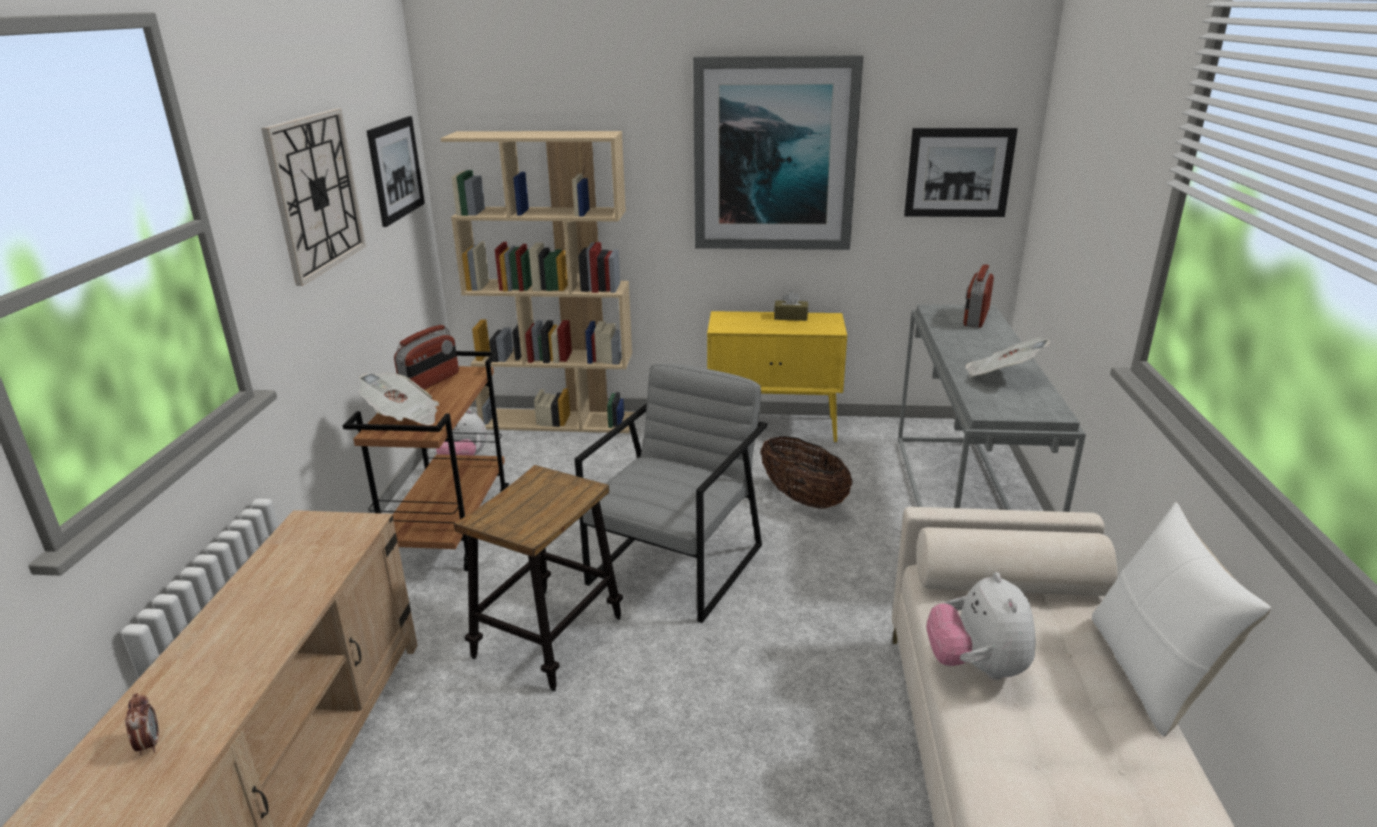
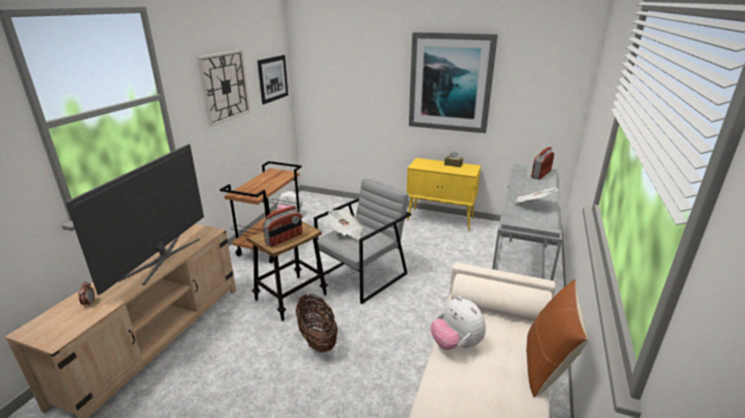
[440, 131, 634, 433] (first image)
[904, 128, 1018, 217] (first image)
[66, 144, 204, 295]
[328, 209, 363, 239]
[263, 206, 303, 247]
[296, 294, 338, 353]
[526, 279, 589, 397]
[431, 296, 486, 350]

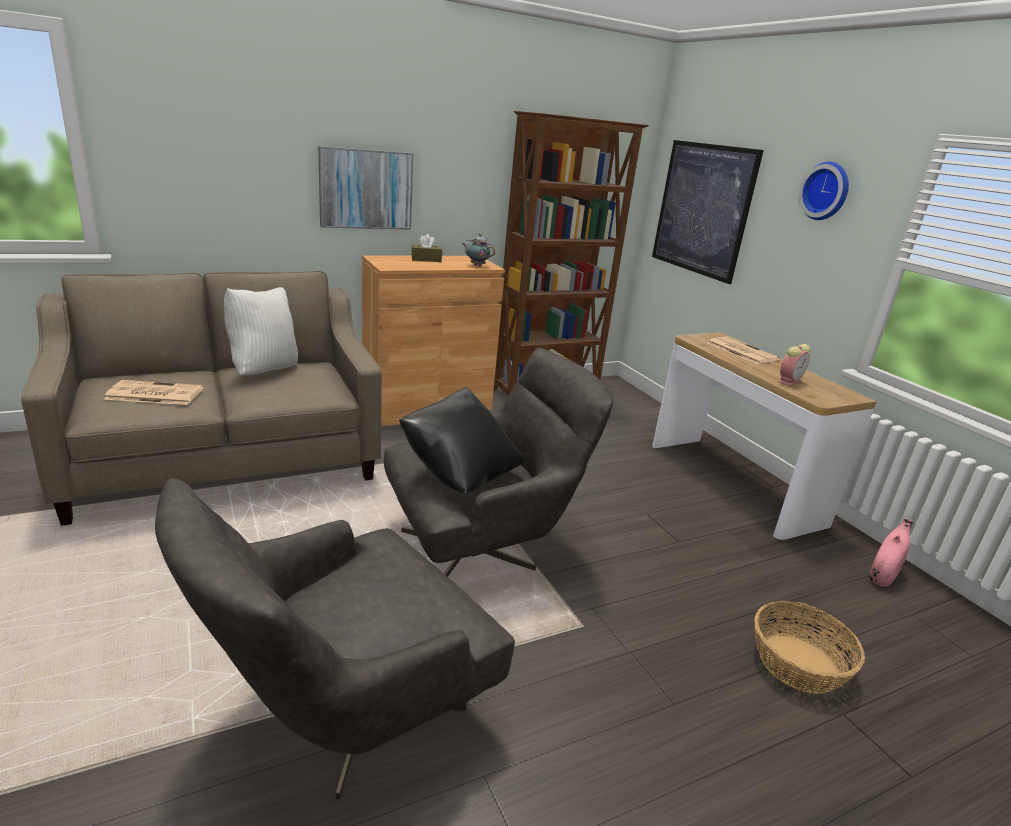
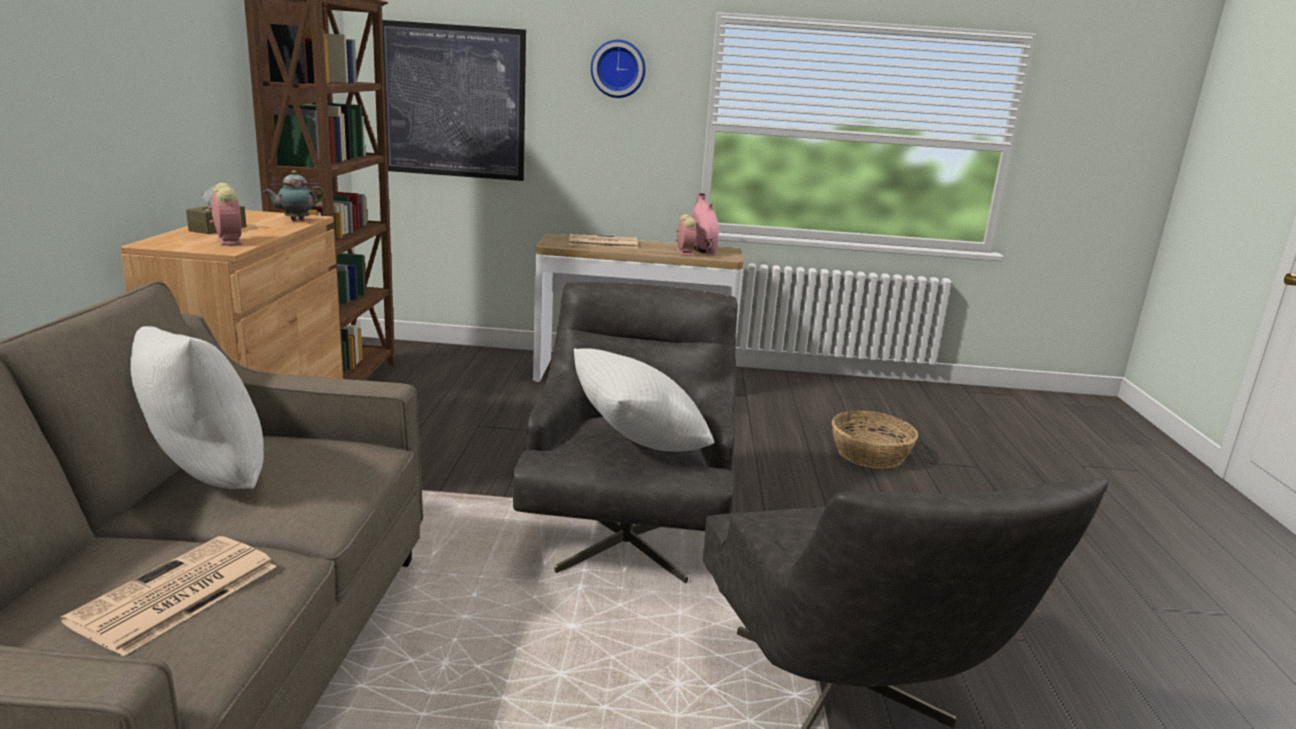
[318, 146, 414, 230] (first image)
[208, 183, 242, 246]
[691, 193, 719, 254]
[574, 348, 714, 452]

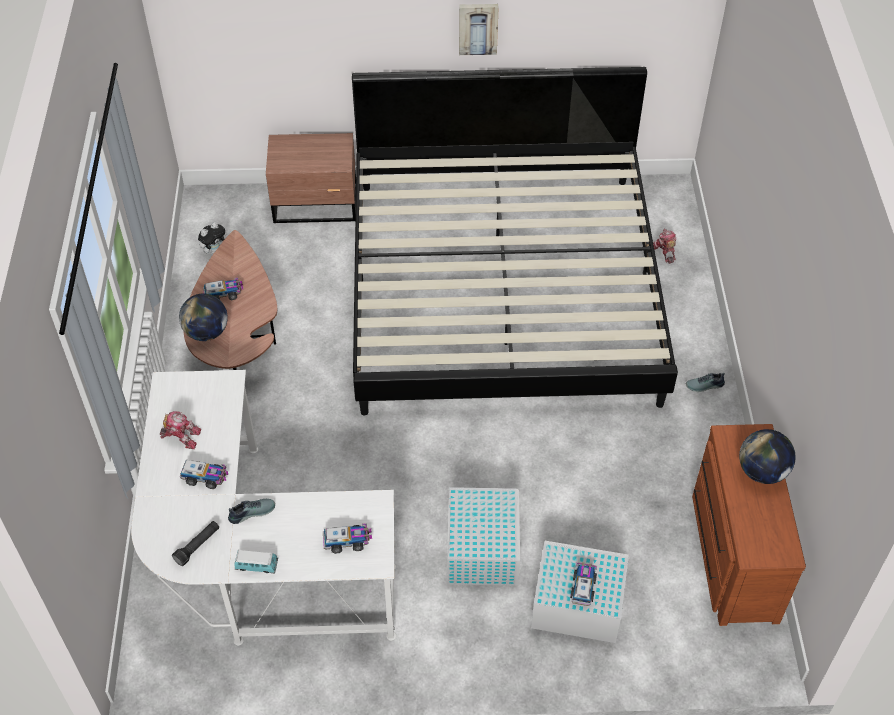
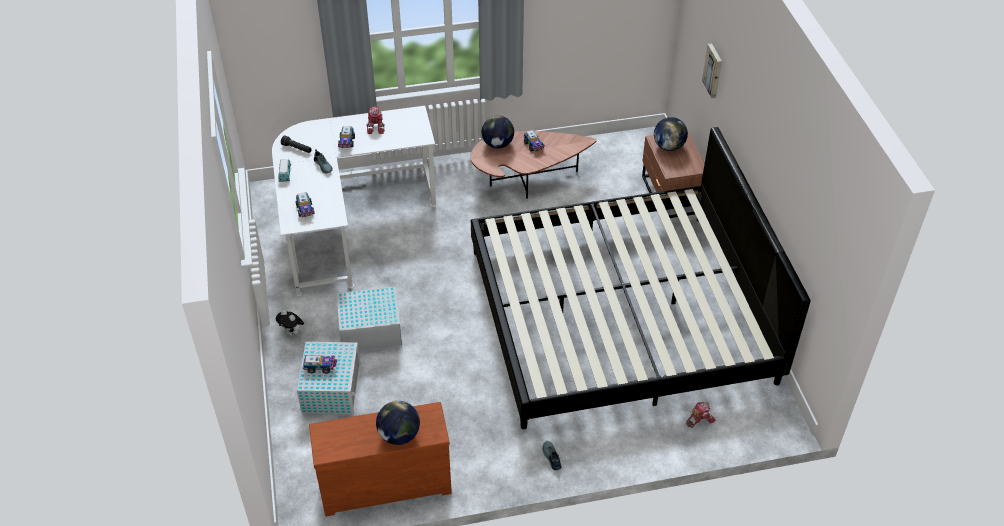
[654, 117, 688, 151]
[276, 310, 304, 336]
[702, 44, 722, 98]

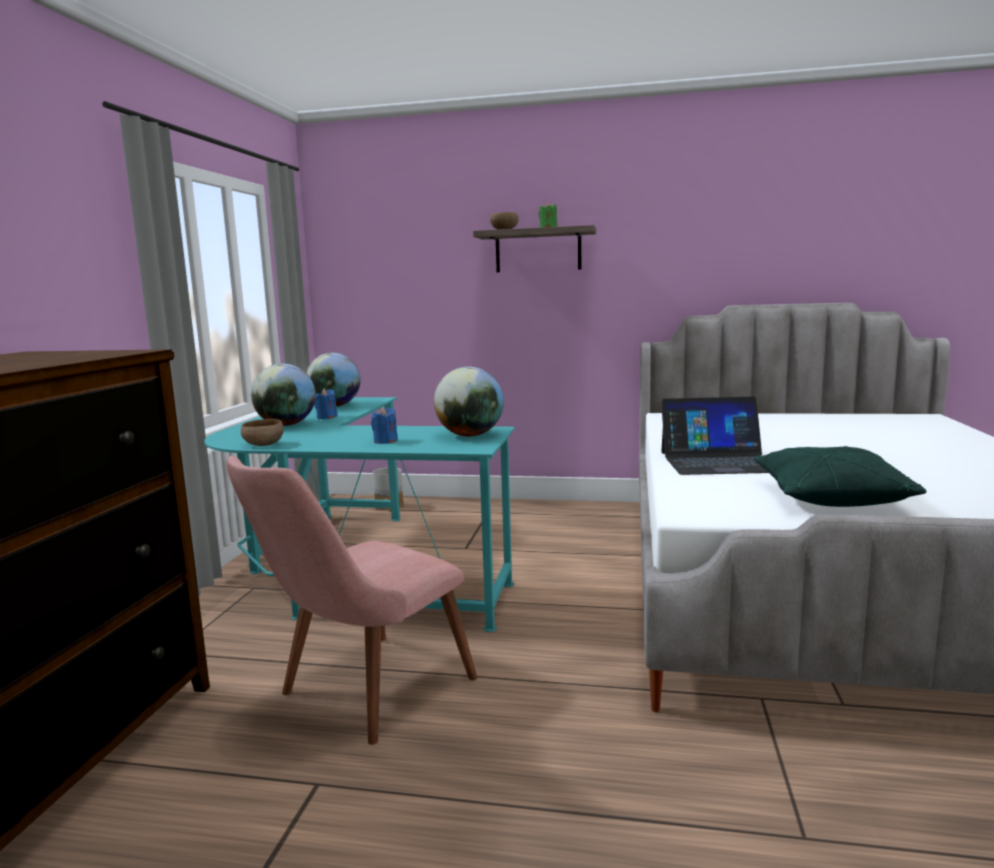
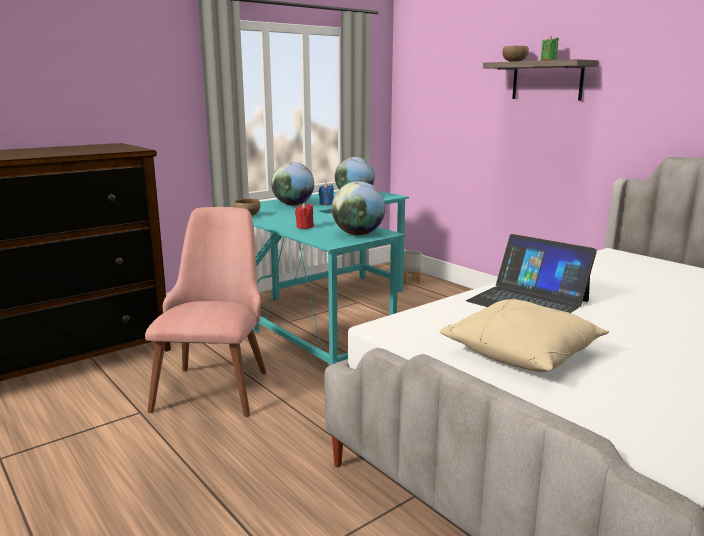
[295, 202, 314, 229]
[440, 299, 609, 372]
[145, 207, 267, 417]

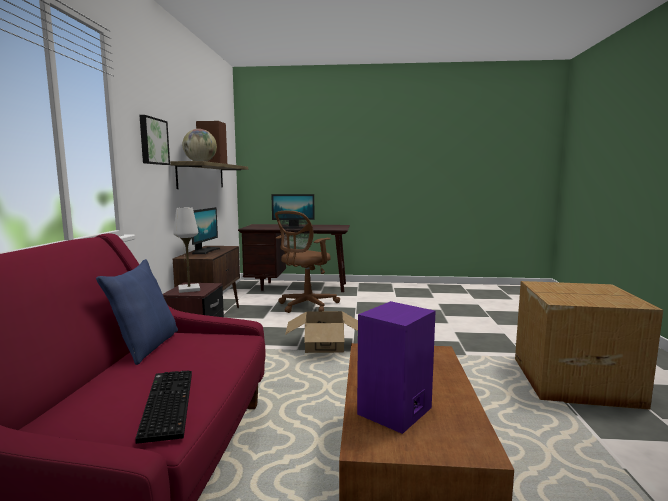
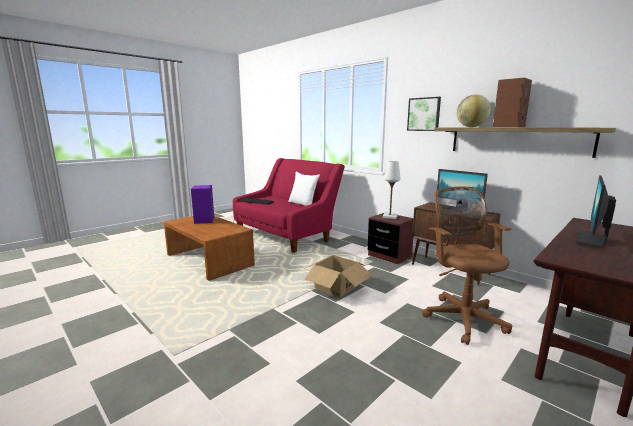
[515, 281, 663, 410] (first image)
[288, 172, 320, 206]

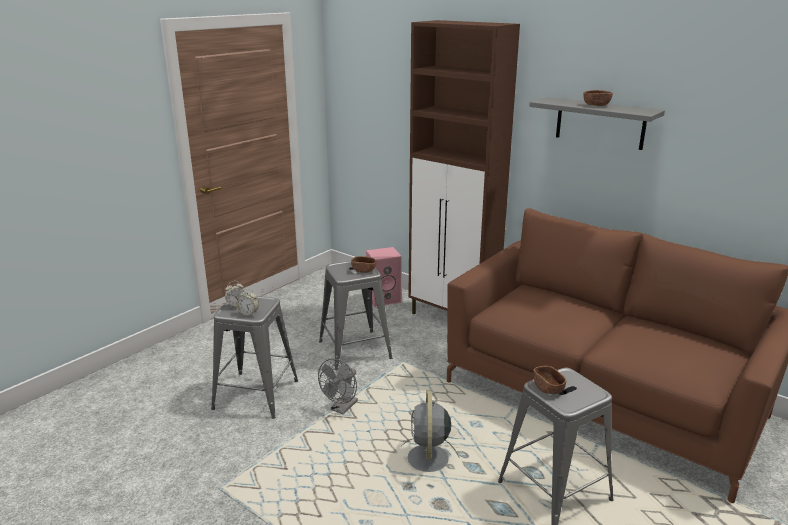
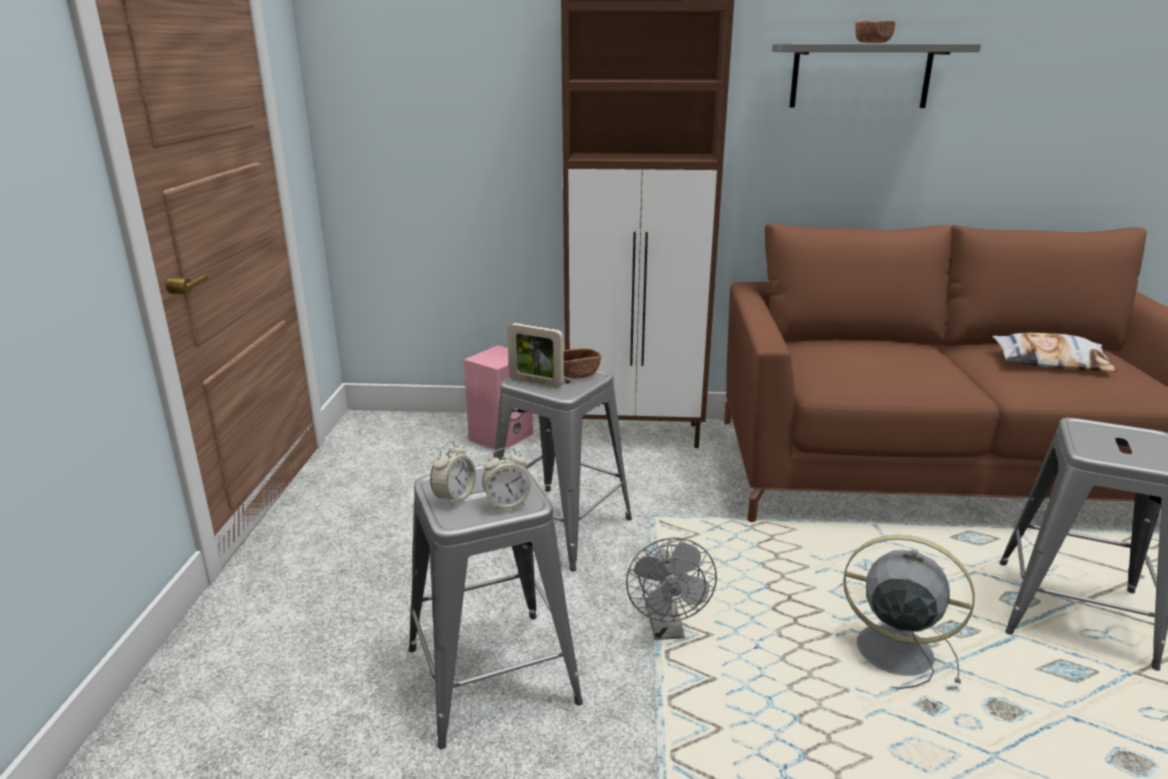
[534, 366, 566, 394] (first image)
[507, 323, 564, 388]
[992, 333, 1118, 372]
[843, 535, 974, 689]

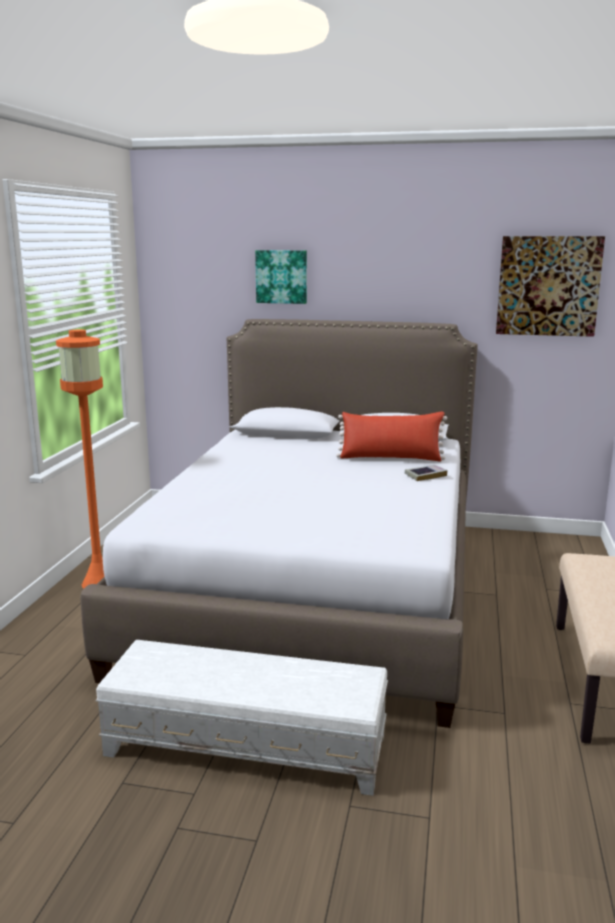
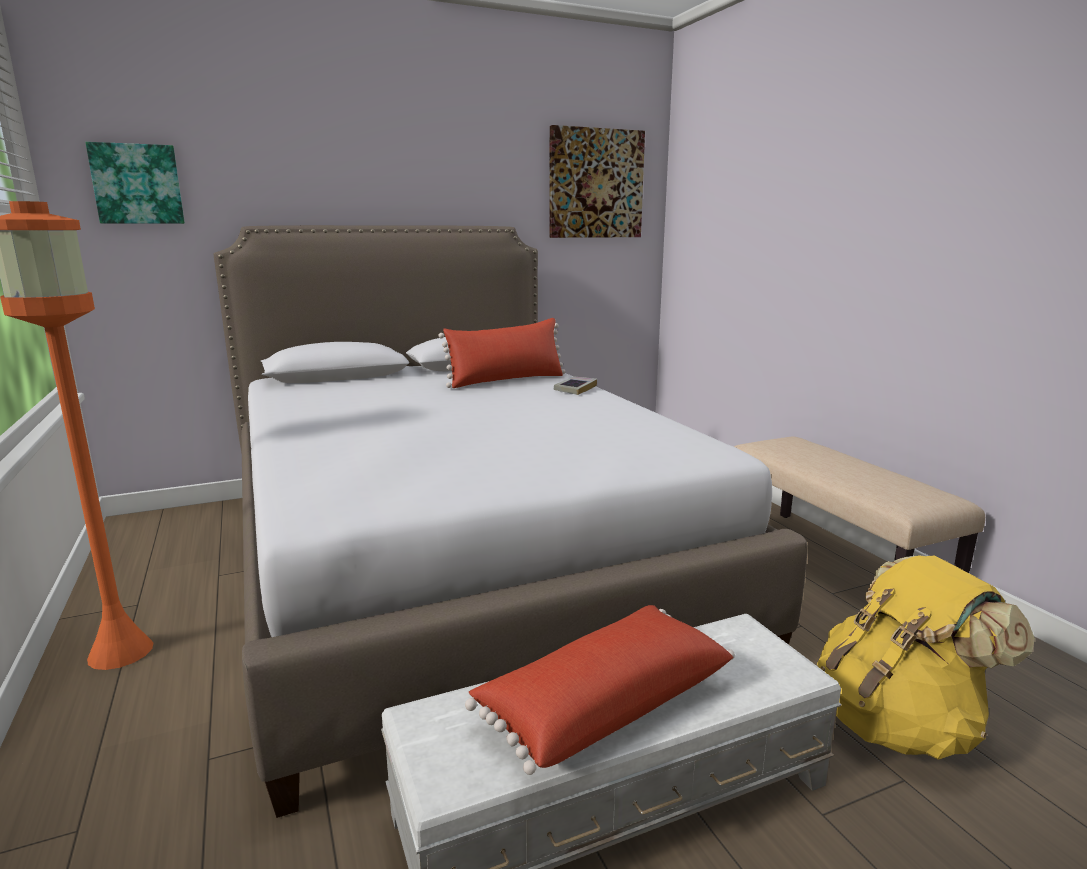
[465, 605, 735, 775]
[817, 555, 1035, 760]
[86, 142, 185, 224]

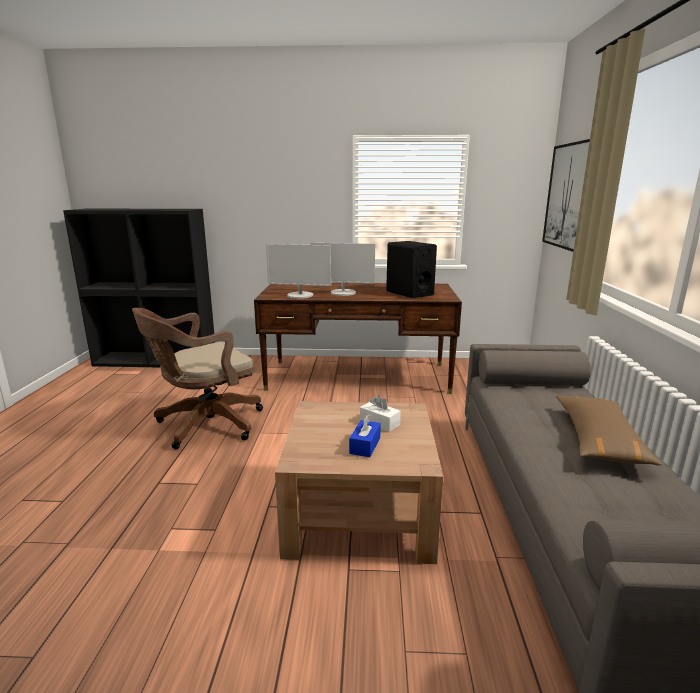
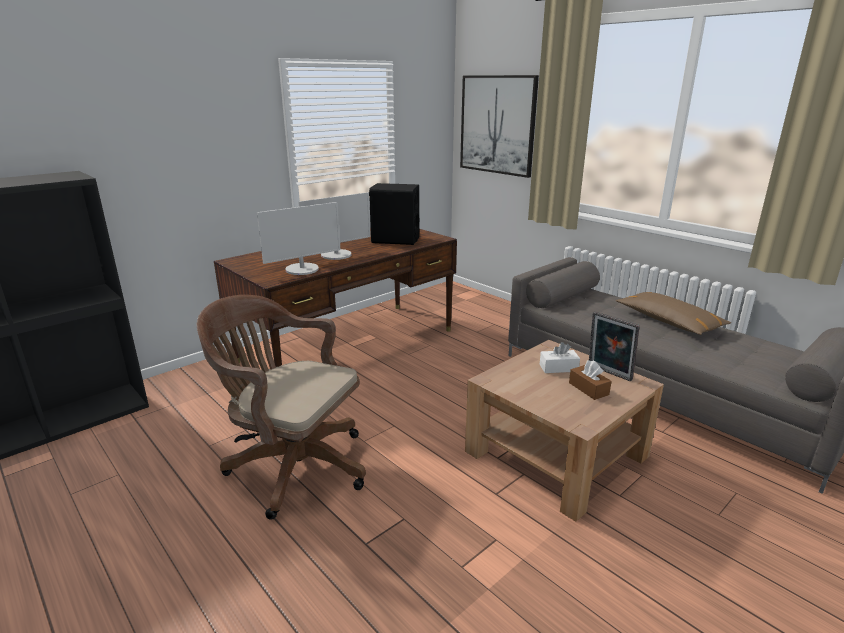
[589, 312, 640, 382]
[569, 360, 611, 400]
[197, 295, 366, 520]

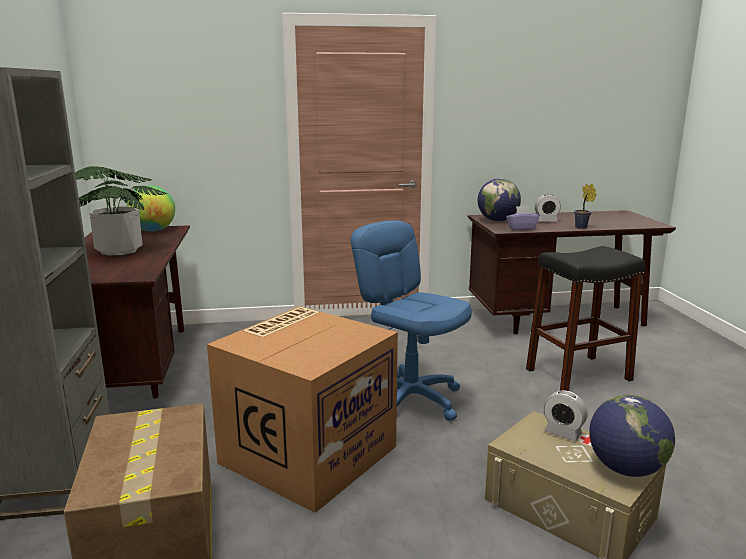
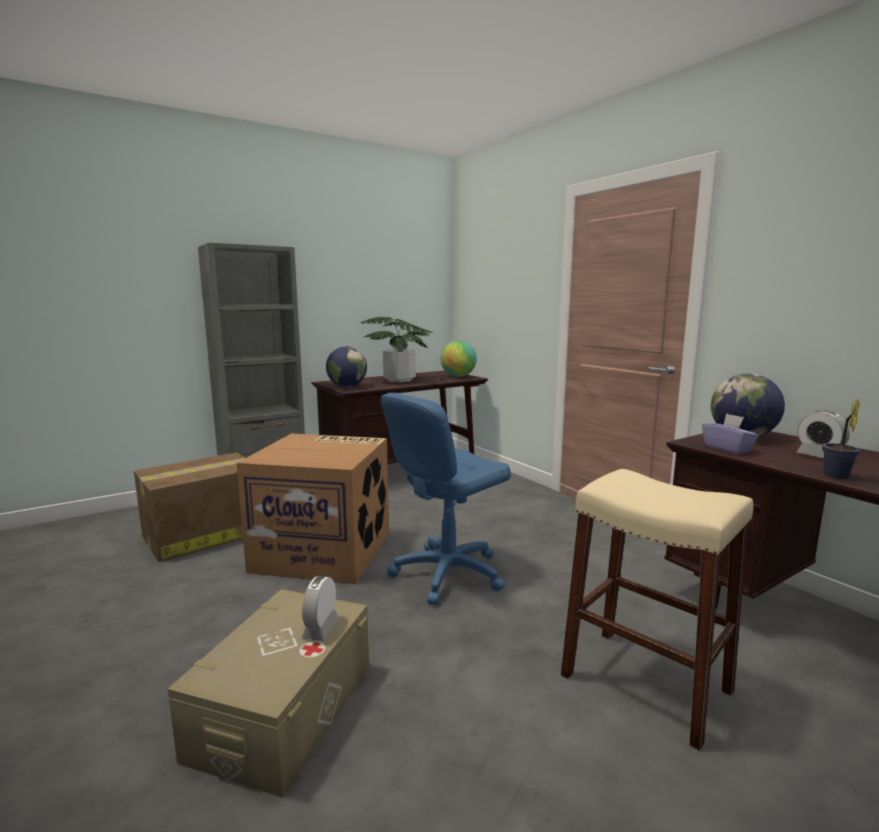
[326, 346, 367, 387]
[560, 469, 753, 751]
[381, 393, 511, 605]

